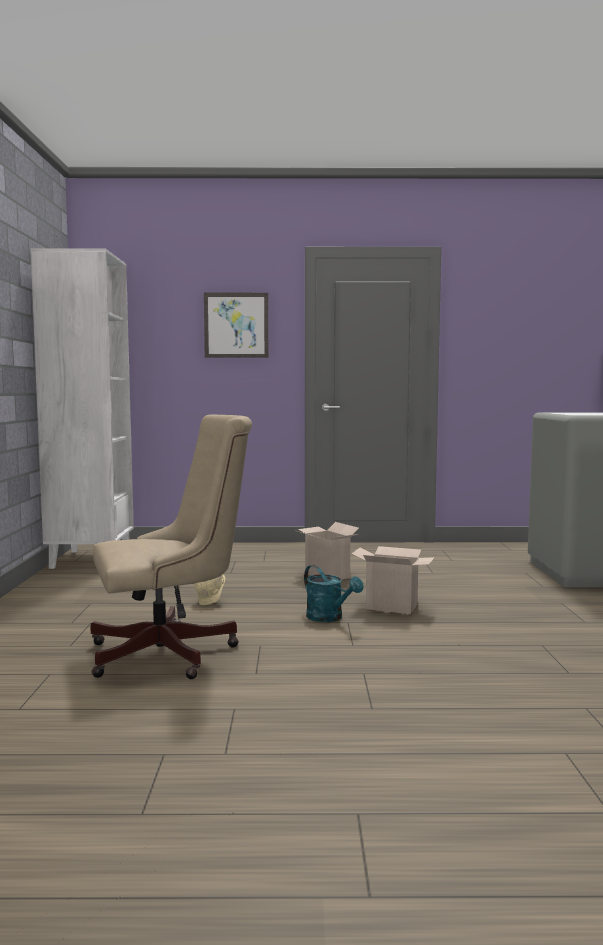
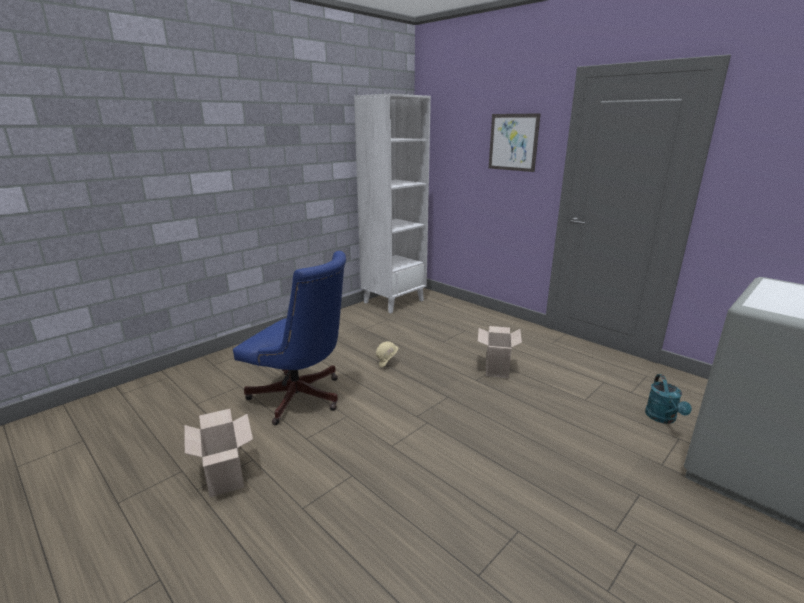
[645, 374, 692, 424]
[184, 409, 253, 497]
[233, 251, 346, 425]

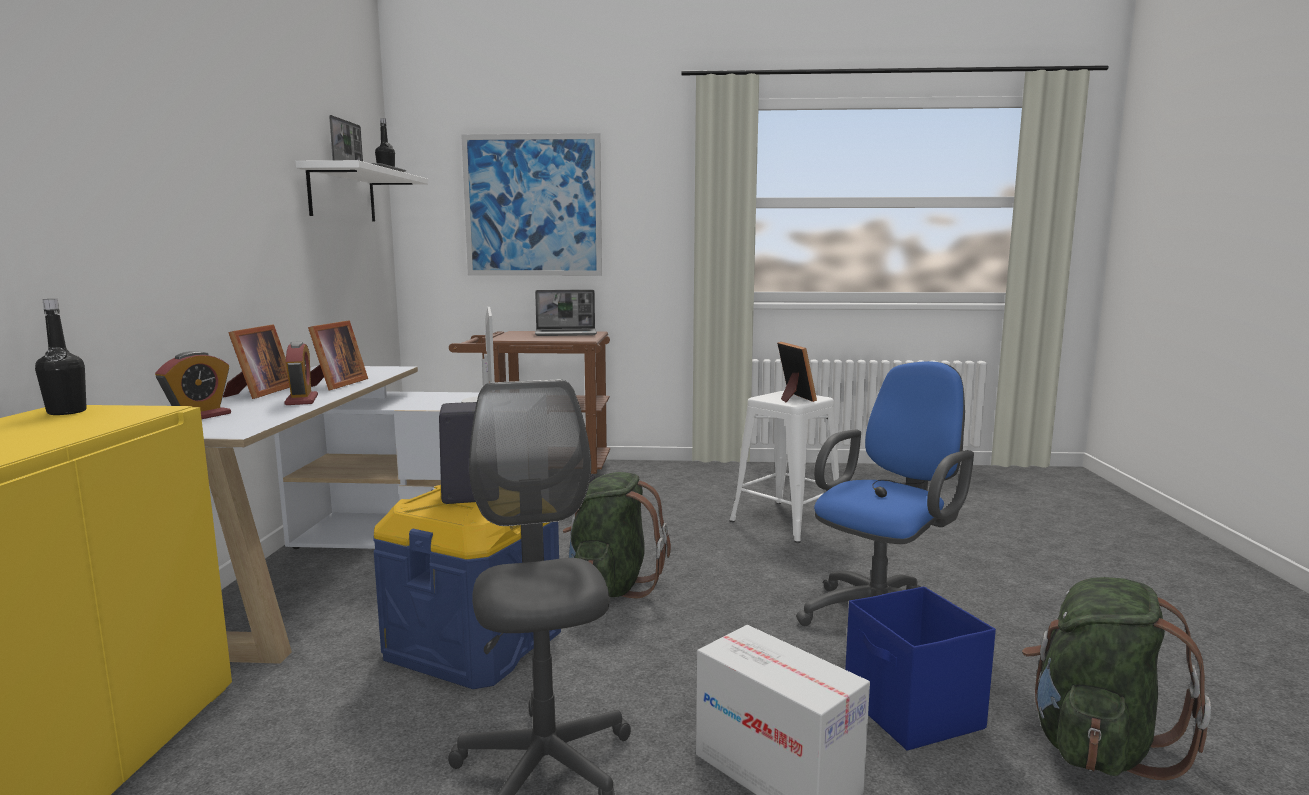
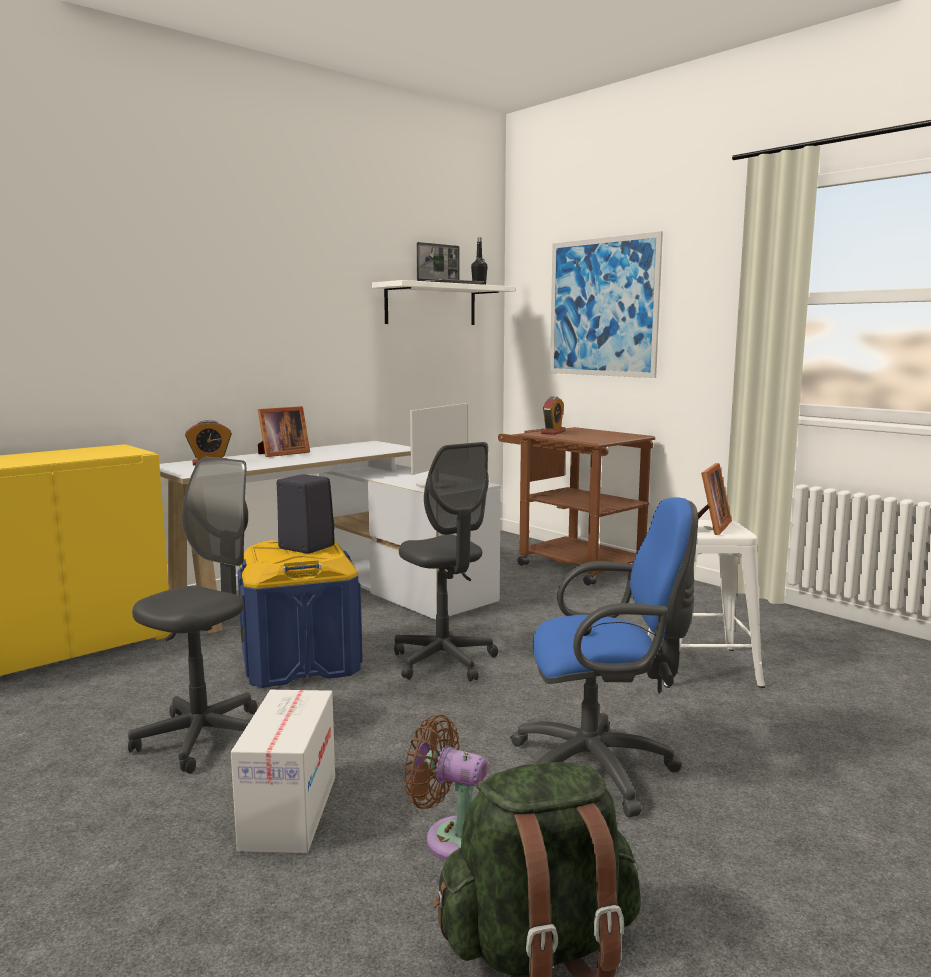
[35, 299, 87, 415] (first image)
[308, 320, 368, 390] (first image)
[535, 290, 597, 336] (first image)
[541, 397, 565, 435]
[394, 442, 498, 682]
[404, 715, 488, 860]

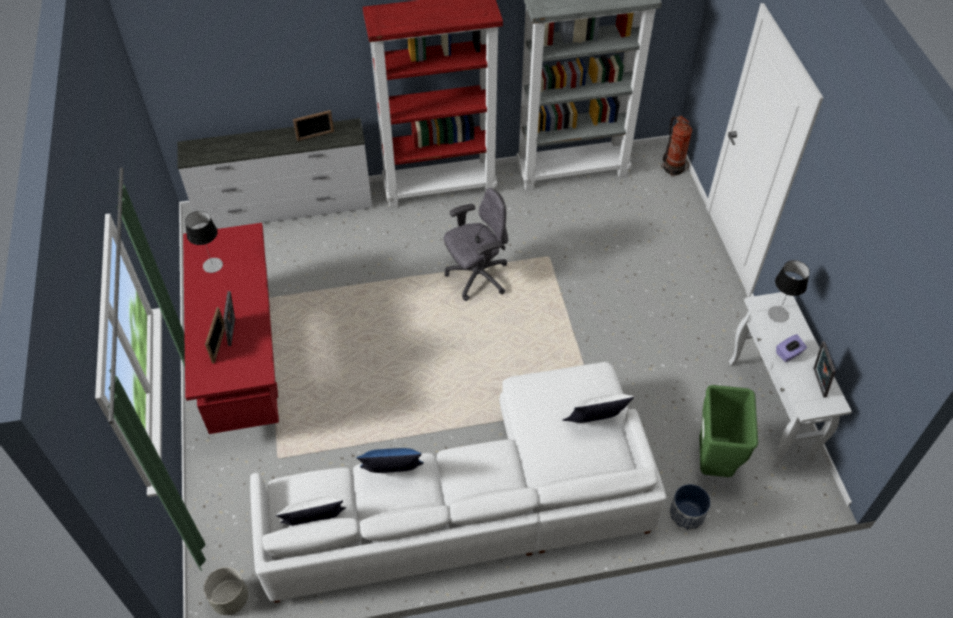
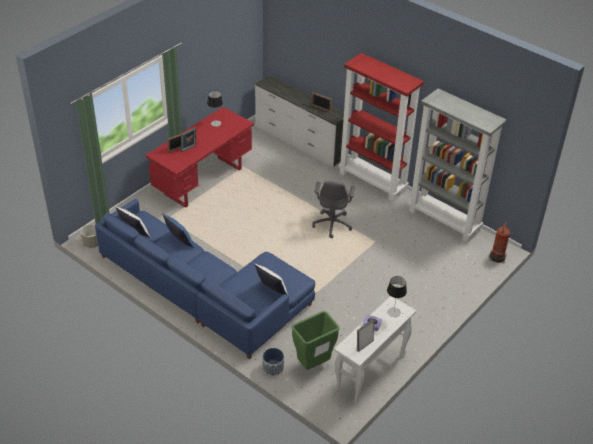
[95, 199, 315, 359]
[312, 181, 355, 238]

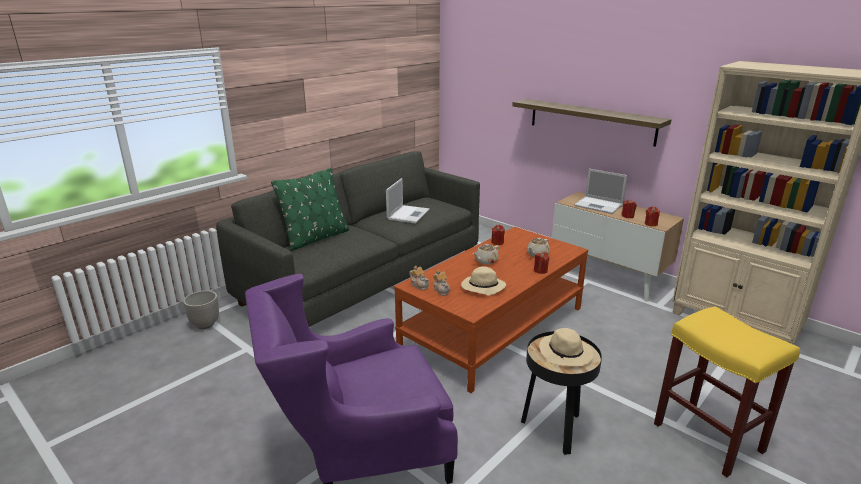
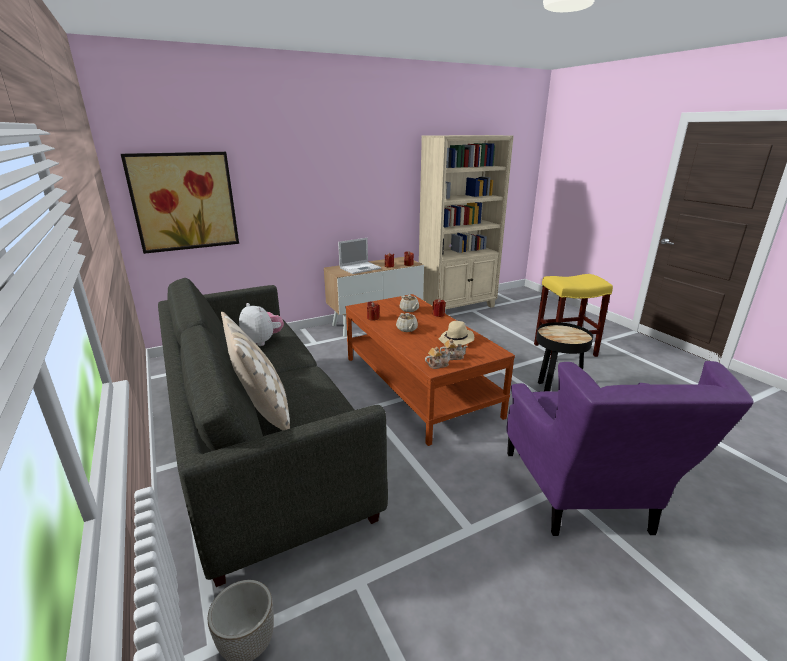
[512, 99, 672, 147] (first image)
[539, 328, 593, 367] (first image)
[121, 152, 239, 254]
[239, 303, 284, 346]
[221, 312, 290, 430]

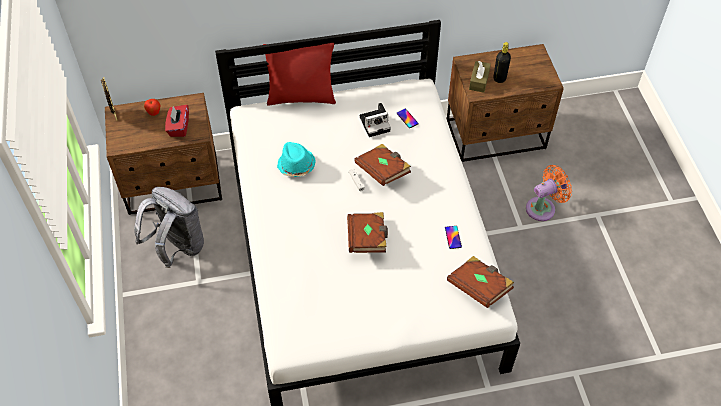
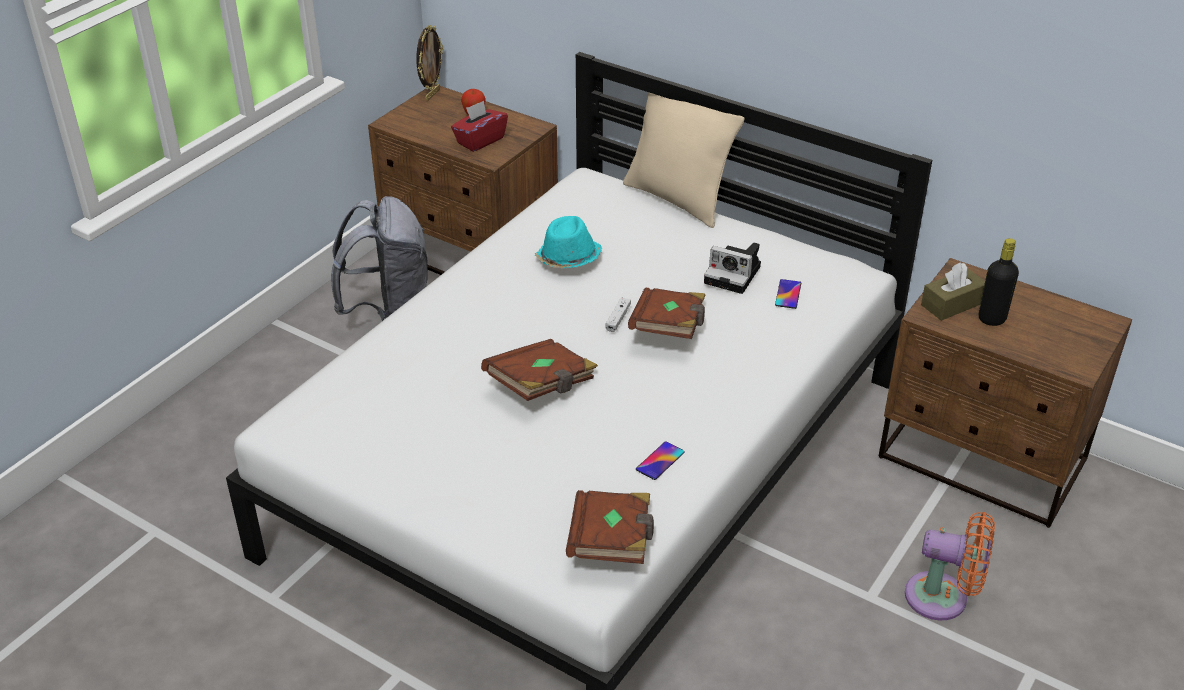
[623, 92, 744, 228]

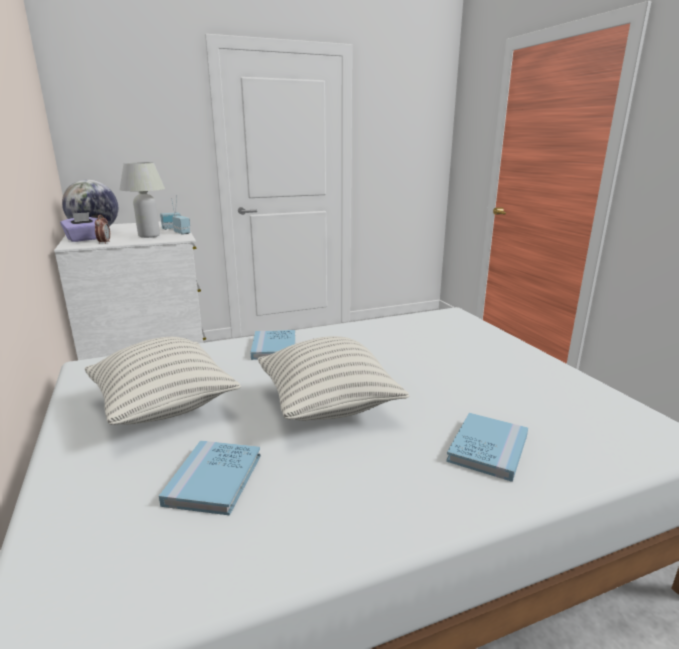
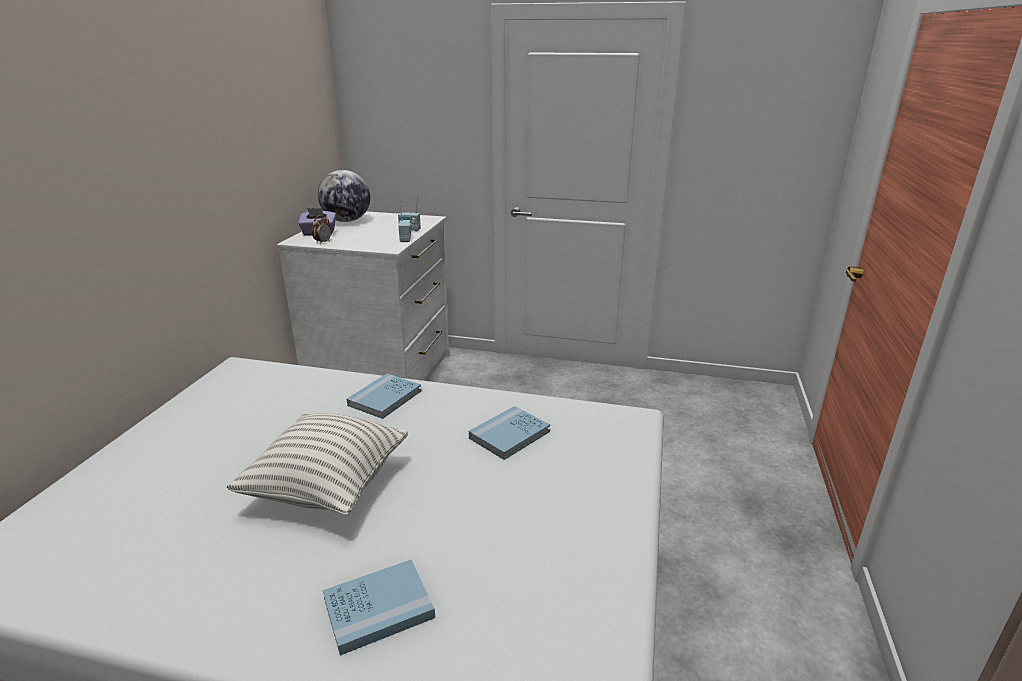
[85, 337, 241, 425] (first image)
[119, 162, 165, 238] (first image)
[469, 406, 550, 460]

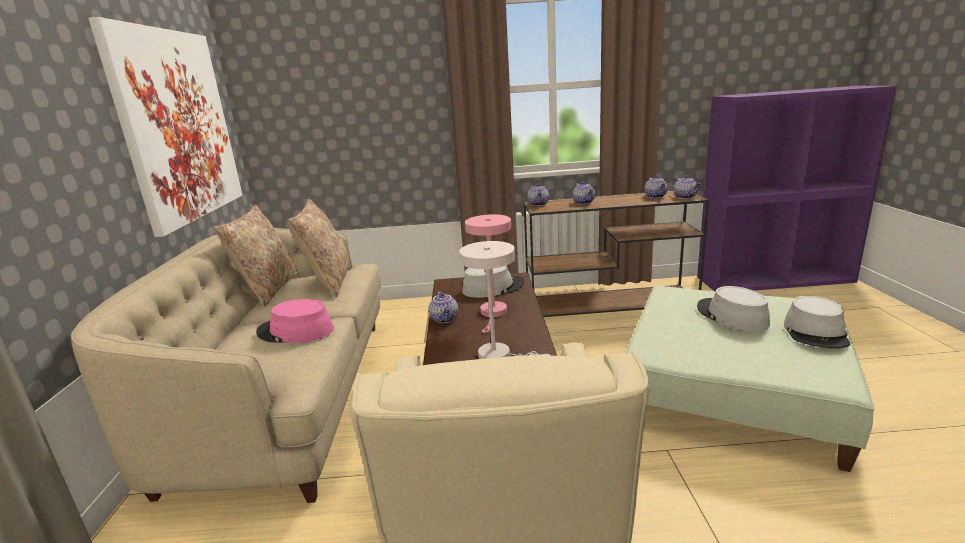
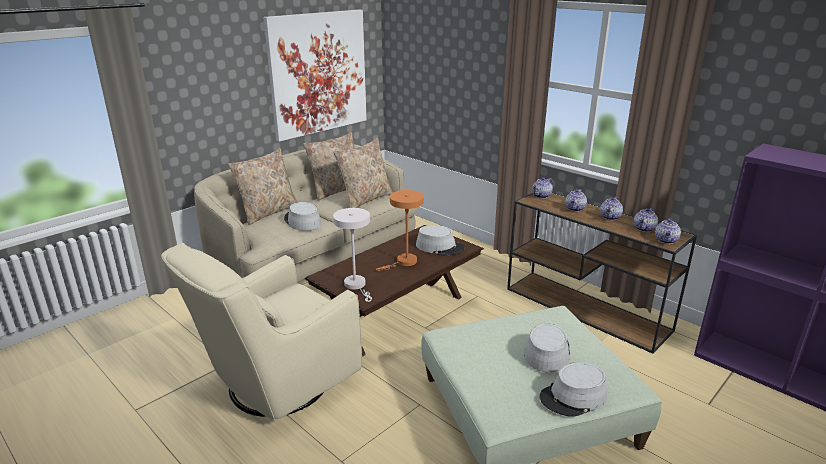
[228, 148, 297, 225]
[600, 197, 623, 220]
[284, 202, 321, 231]
[376, 190, 424, 271]

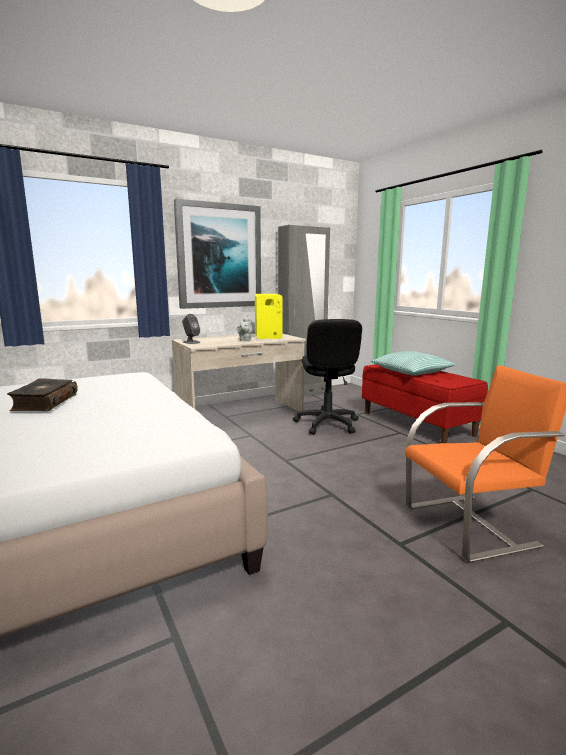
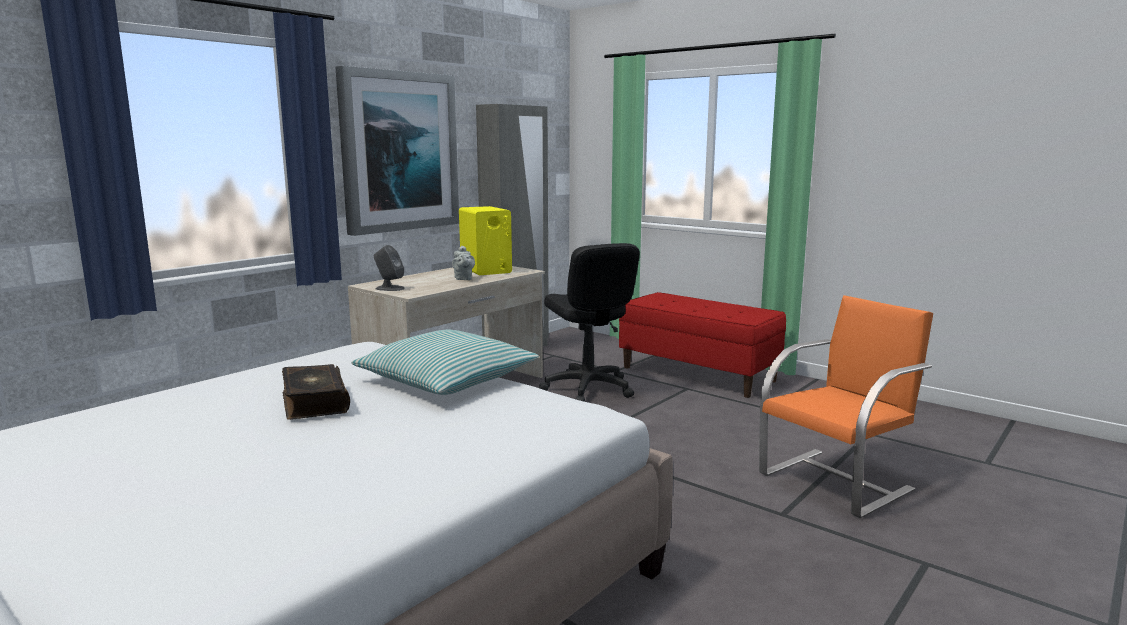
[351, 330, 539, 395]

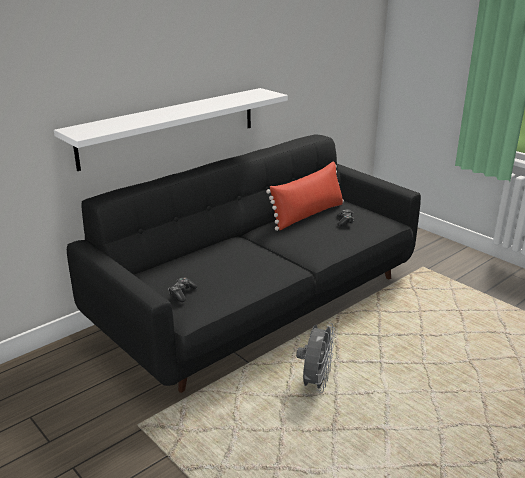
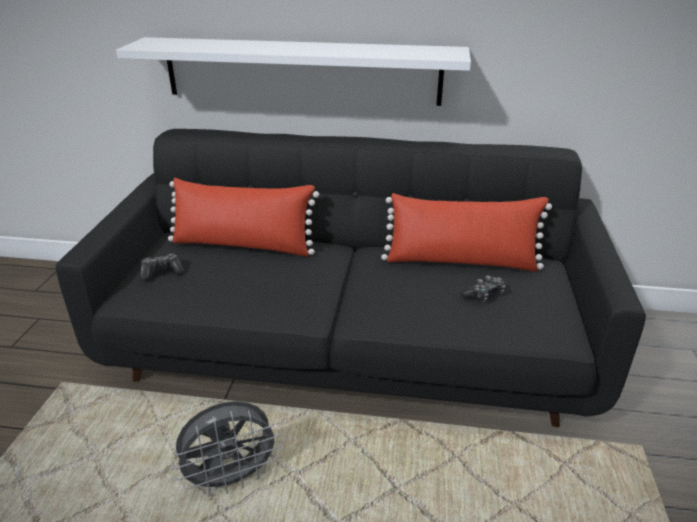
[168, 178, 319, 257]

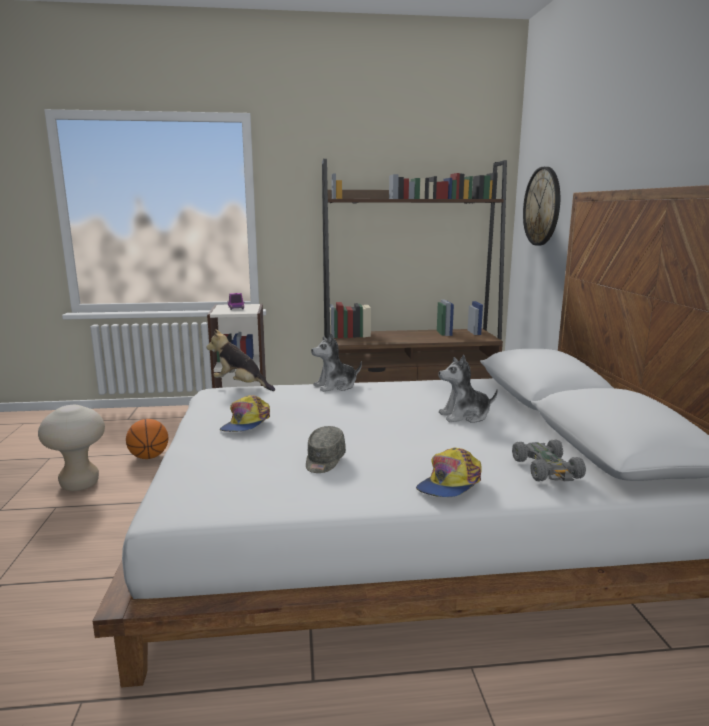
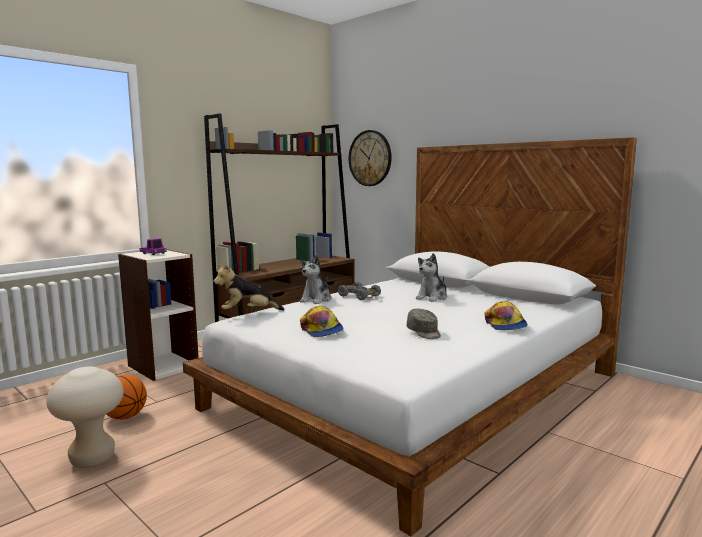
[338, 282, 381, 300]

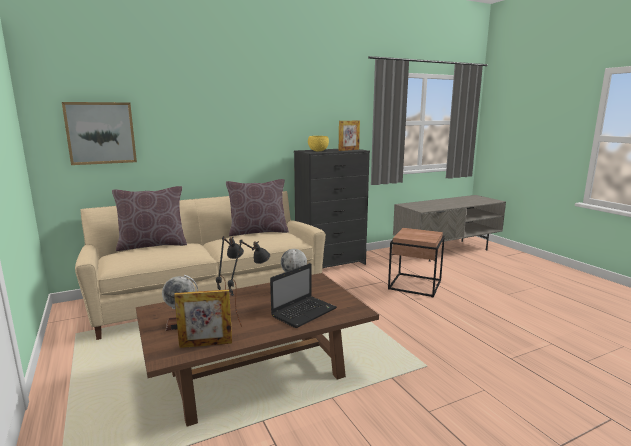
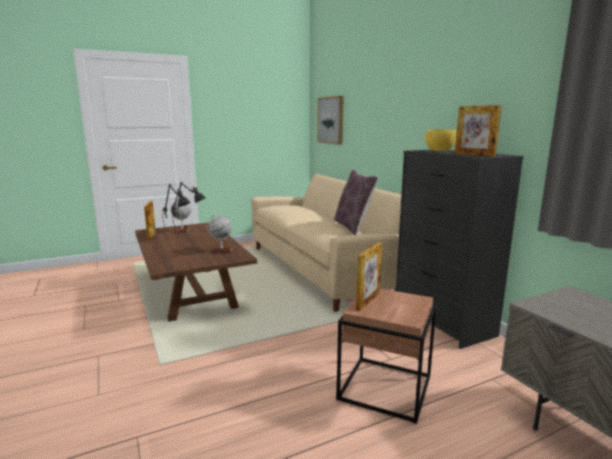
[112, 186, 187, 251] (first image)
[270, 263, 337, 328] (first image)
[356, 242, 382, 311]

